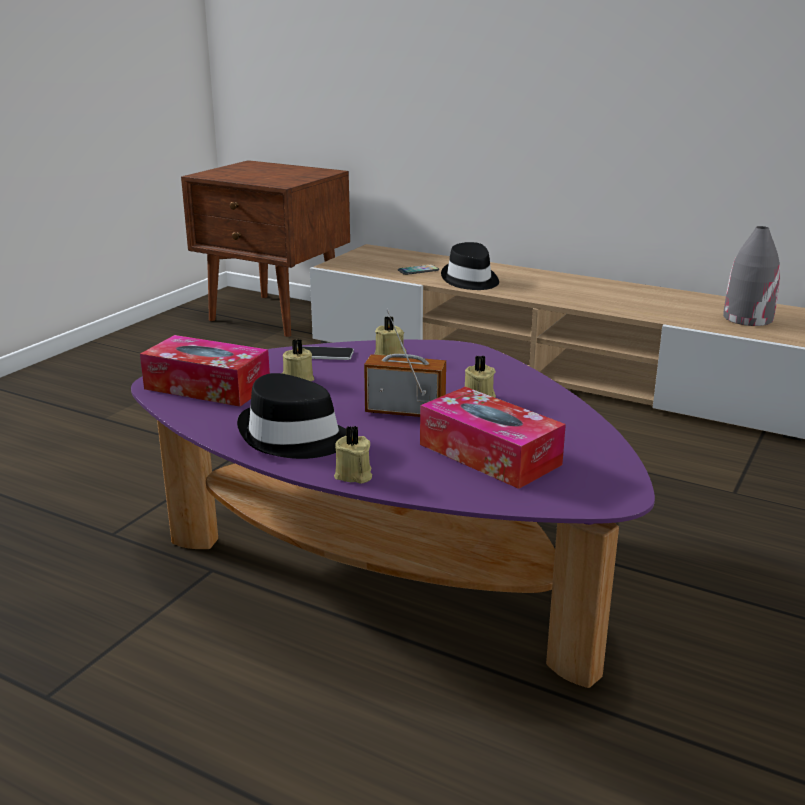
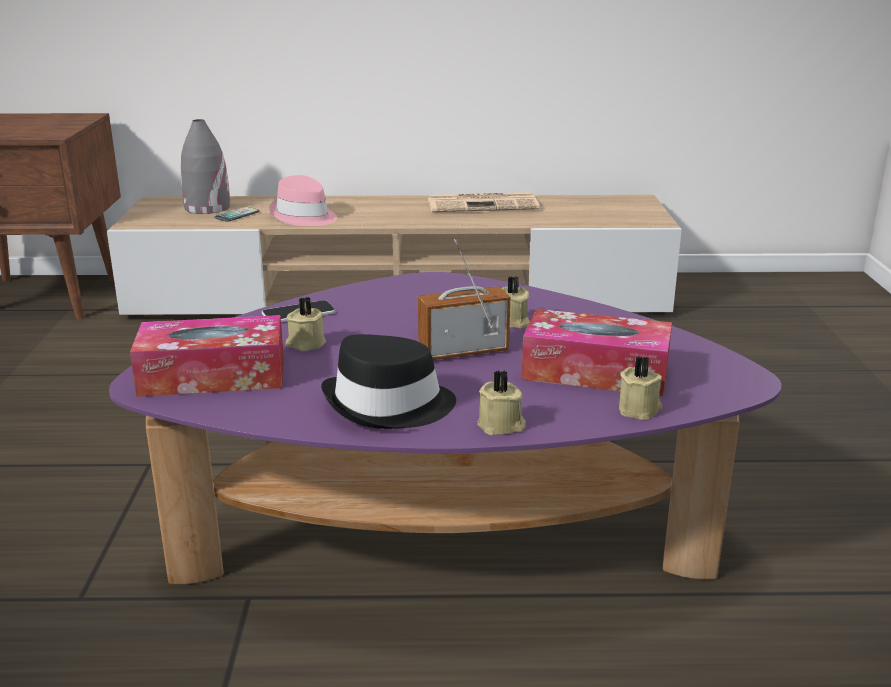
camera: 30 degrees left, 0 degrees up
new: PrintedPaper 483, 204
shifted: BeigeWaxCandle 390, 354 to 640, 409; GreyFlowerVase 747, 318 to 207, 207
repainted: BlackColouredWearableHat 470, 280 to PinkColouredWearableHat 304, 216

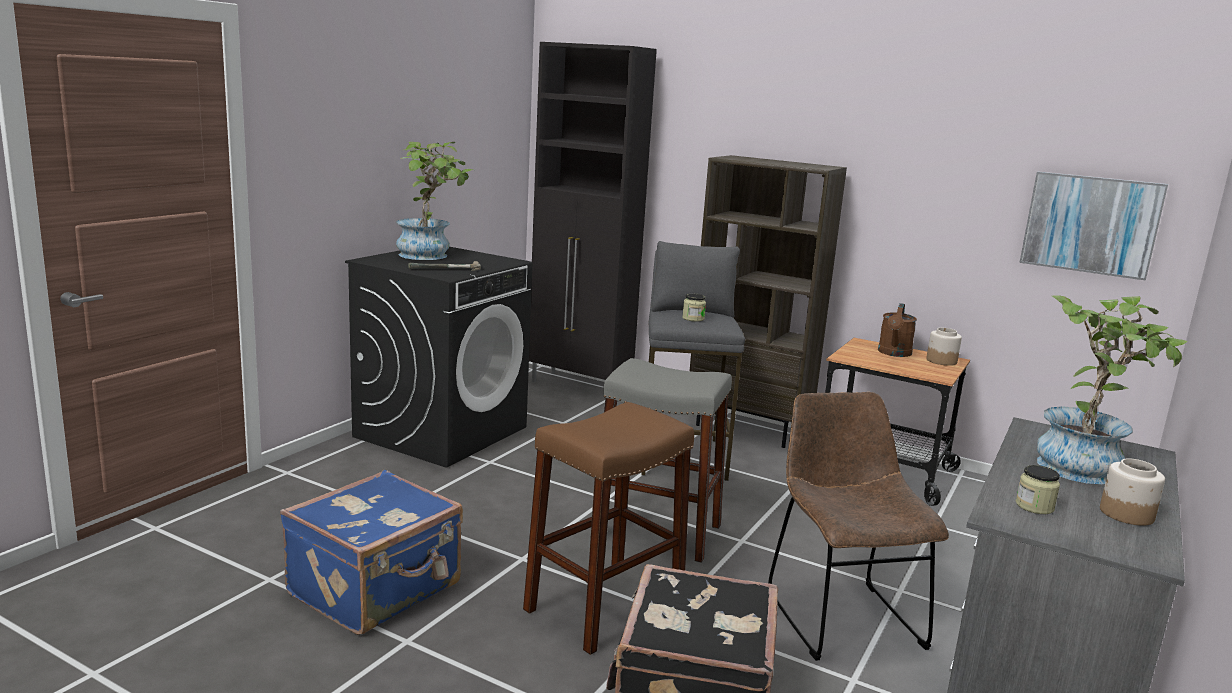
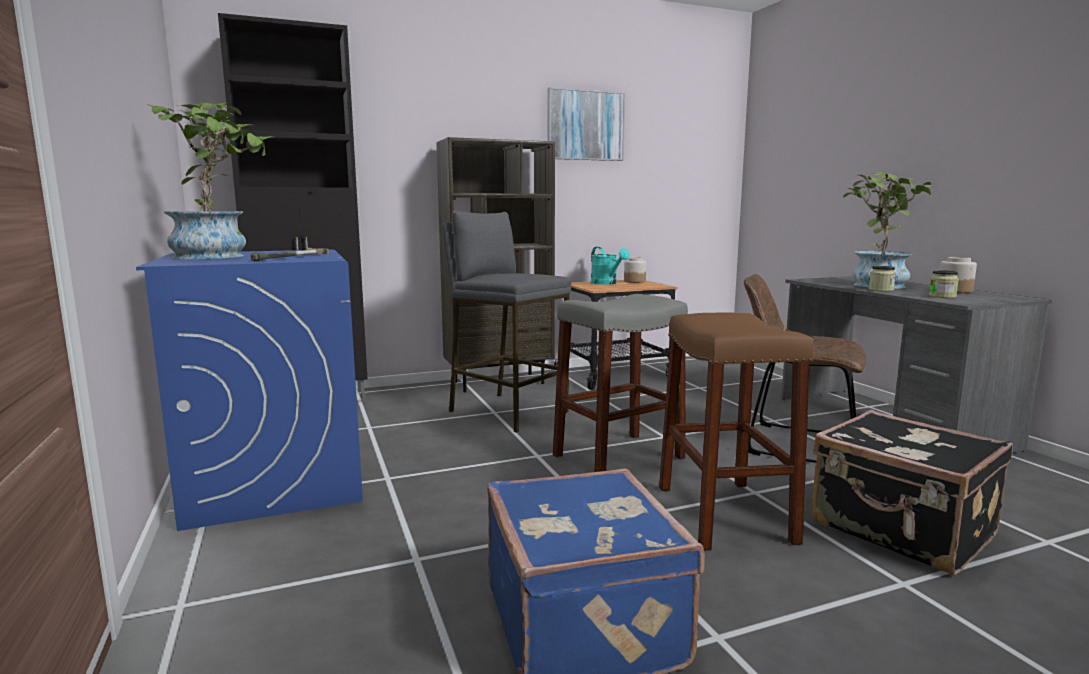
camera: 50 degrees left, 5 degrees down
shifted: PreserveJar 693, 318 to 881, 290; WallArt 1090, 224 to 585, 125
repainted: BlackColouredLaundryMachine 441, 431 to BlueLaundryMachine 275, 479; BrownishWateringCan 894, 353 to TurquoiseWateringCan 607, 283

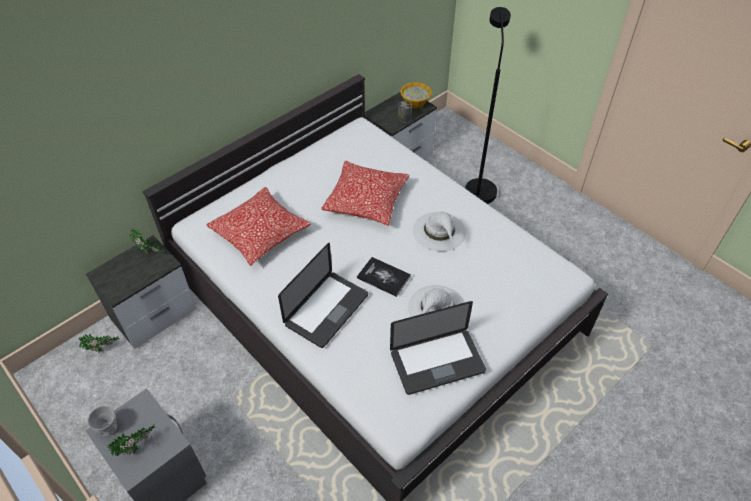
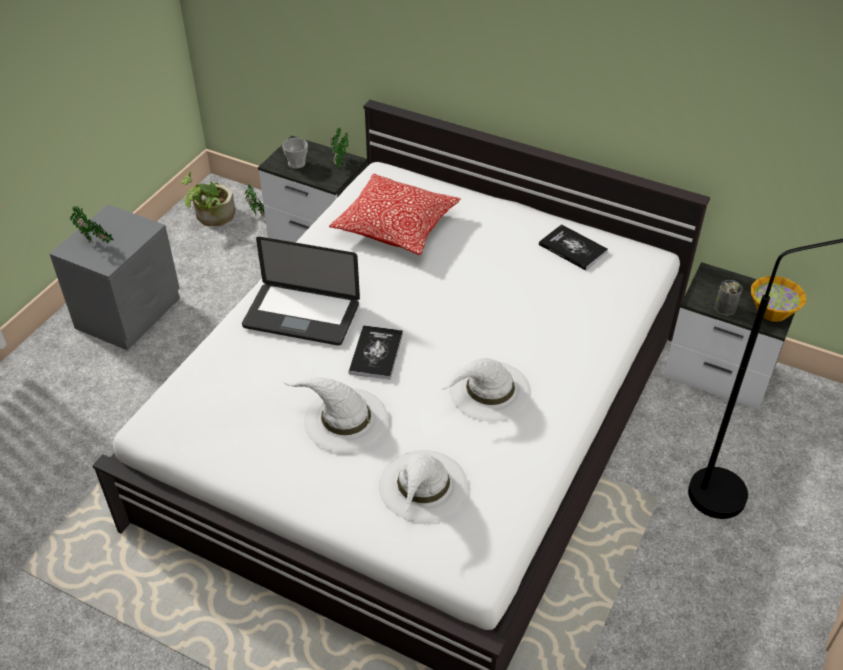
camera: 70 degrees right, 5 degrees down
gone: Cushion 366, 201; PortableComputer 437, 362
new: PottedPlant 211, 217; WhiteWearableHat 423, 487; Book 572, 248
shifted: Cup 108, 428 to 296, 163

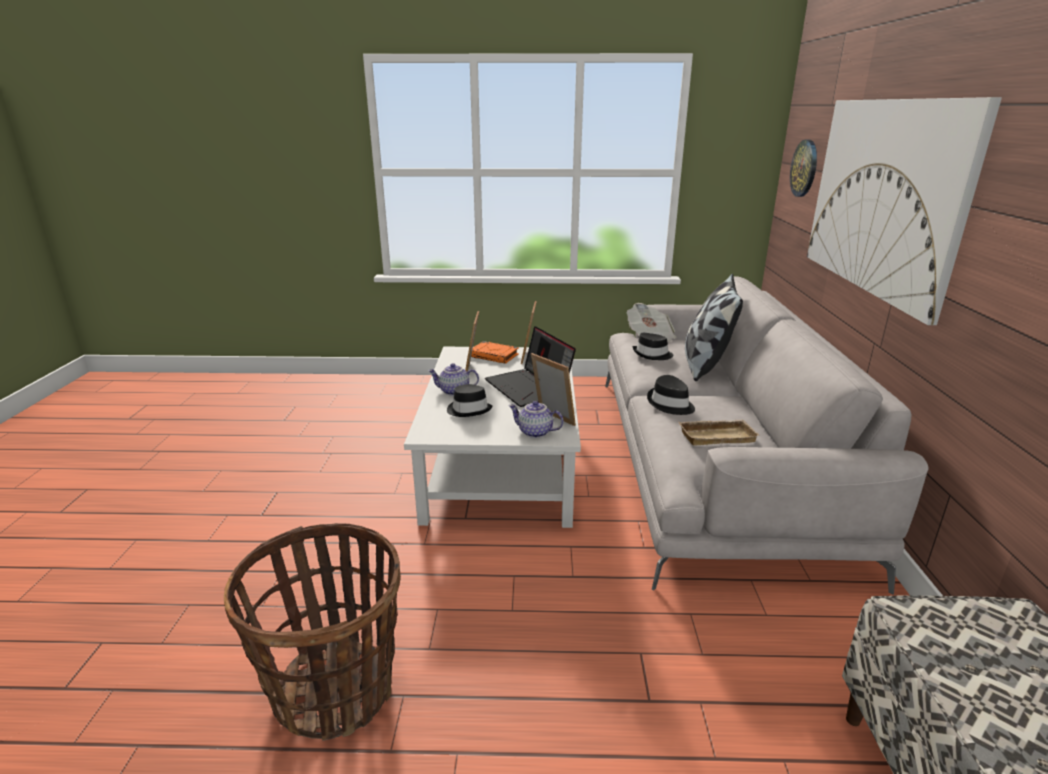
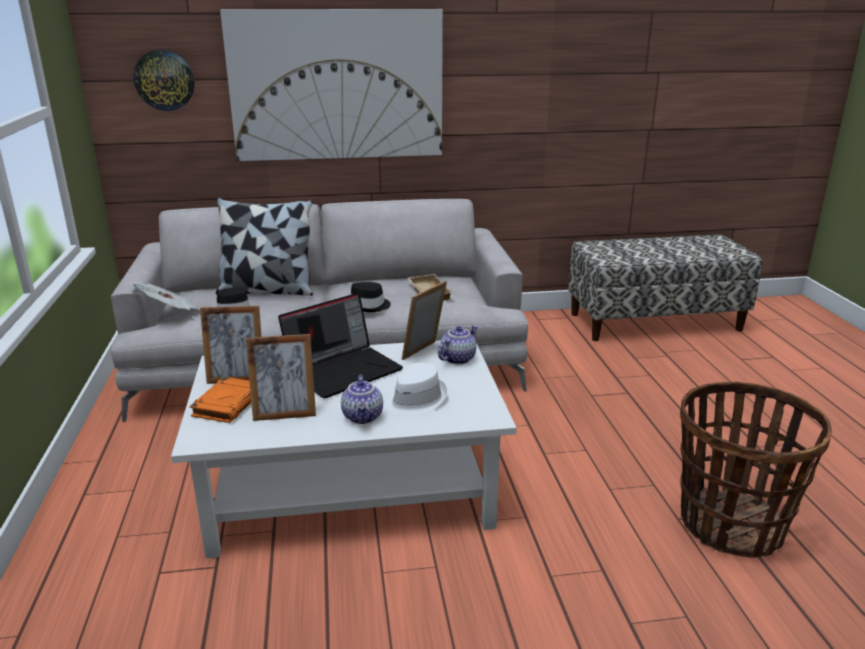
camera: 100 degrees left, 0 degrees up
repainted: BlackColouredWearableHat 469, 409 to WhiteWearableHat 415, 399
rotated: PotForTea 534, 432 = 457, 358 150 degrees counterclockwise

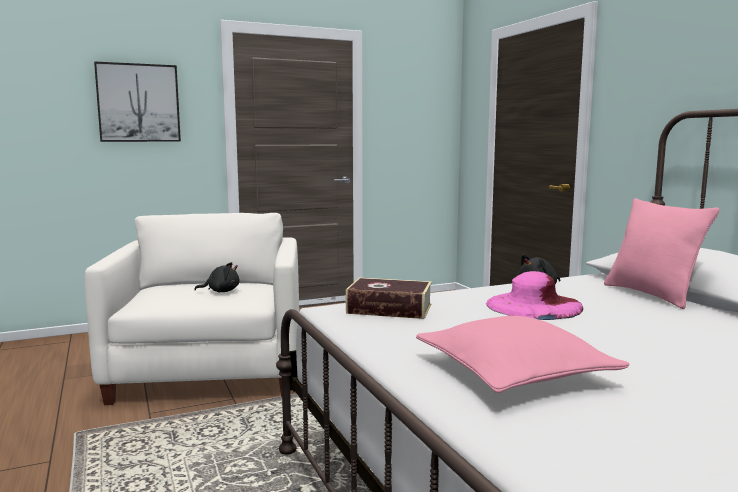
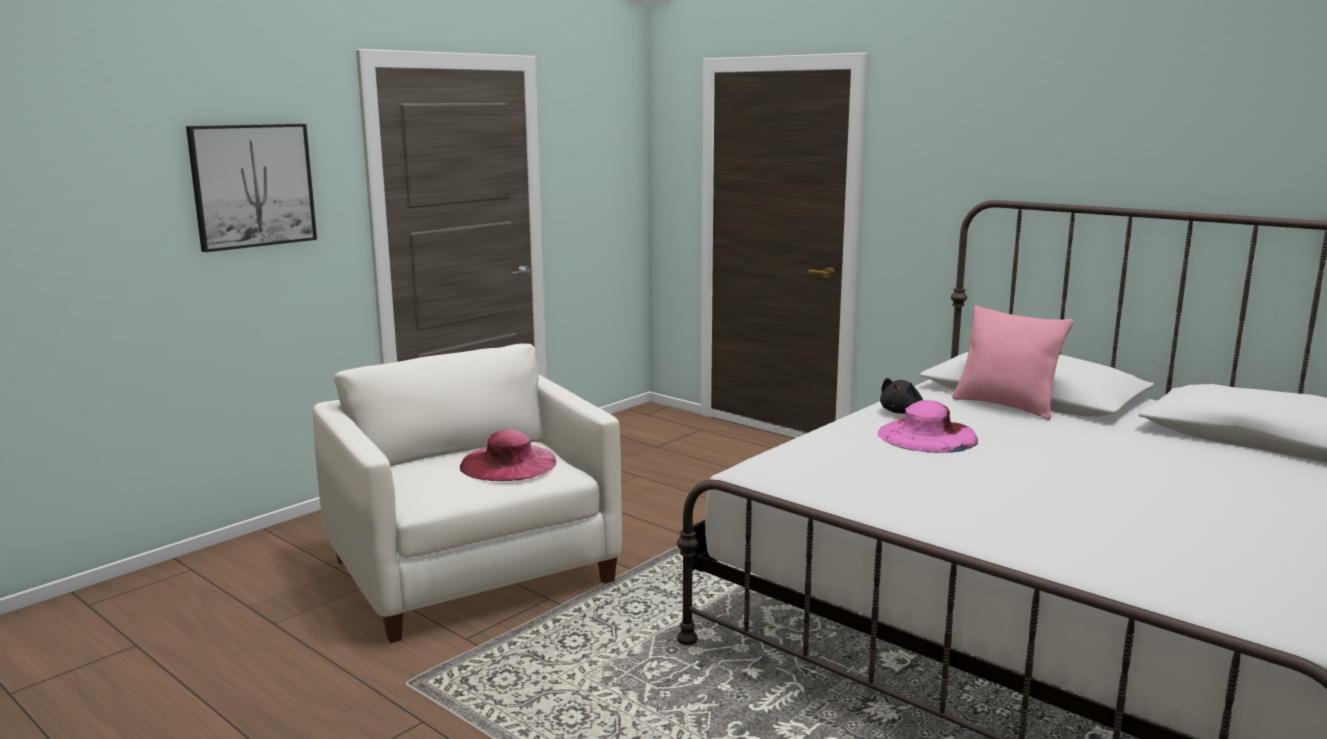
camera: 25 degrees left, 5 degrees up
gone: Book 389, 309; PinkColouredCushion 514, 372
swapped: BlackColouredSoftToy 221, 291 to PinkColouredWearableHat 508, 463

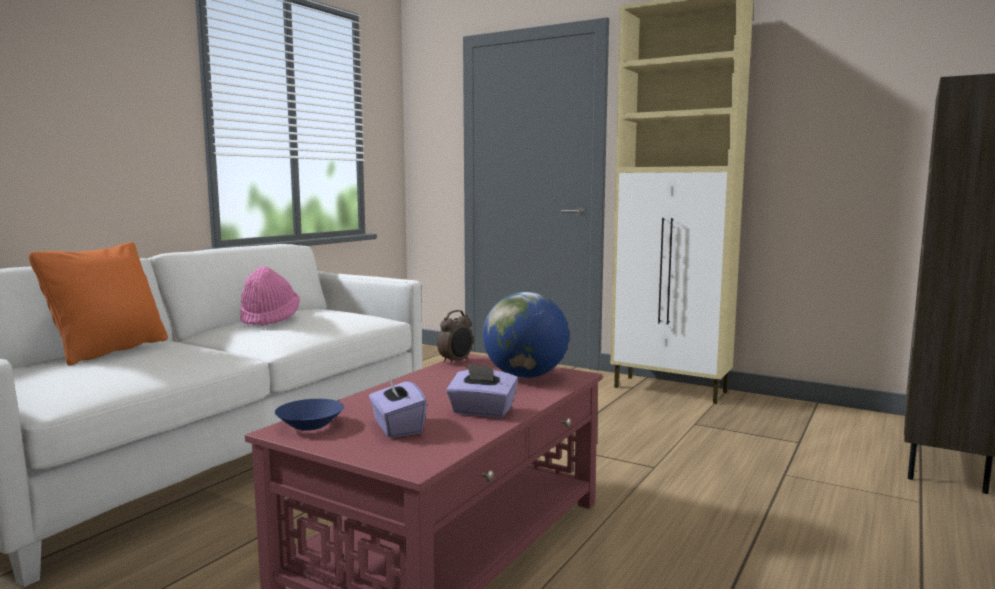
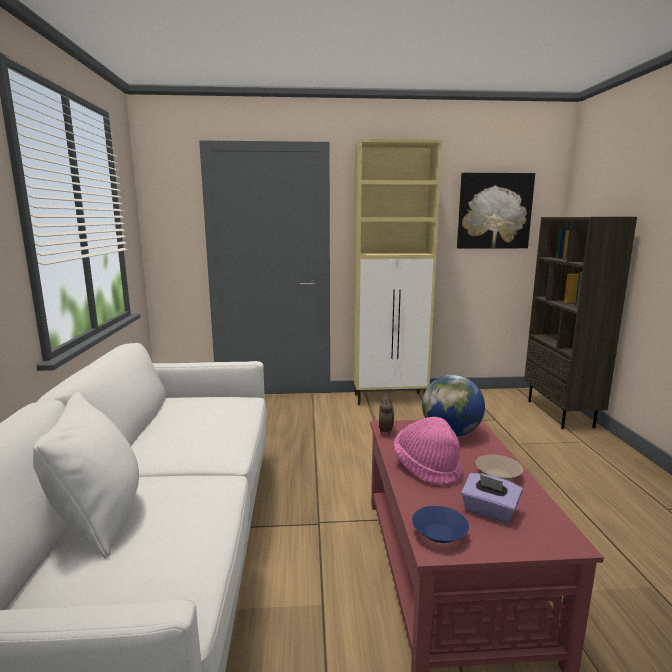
camera: 35 degrees left, 5 degrees up
new: WallArt 494, 211
shifted: PinkColouredWearableHat 270, 319 to 426, 468
swapped: PurpleTissueHolder 482, 411 to BeigeBowl 498, 476
repainted: OrangeyCushion 110, 351 to WhiteCushion 100, 519

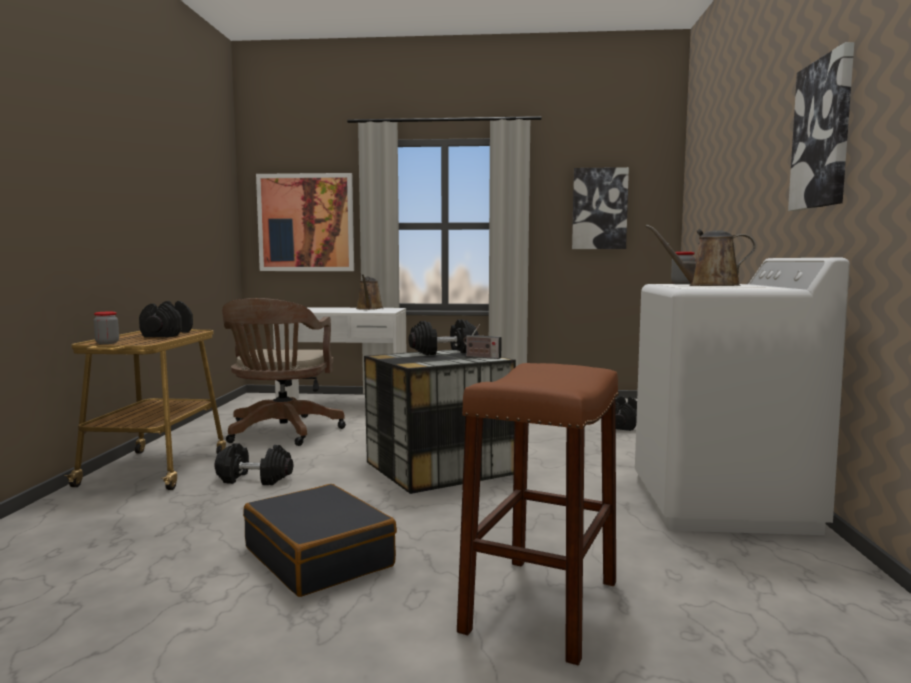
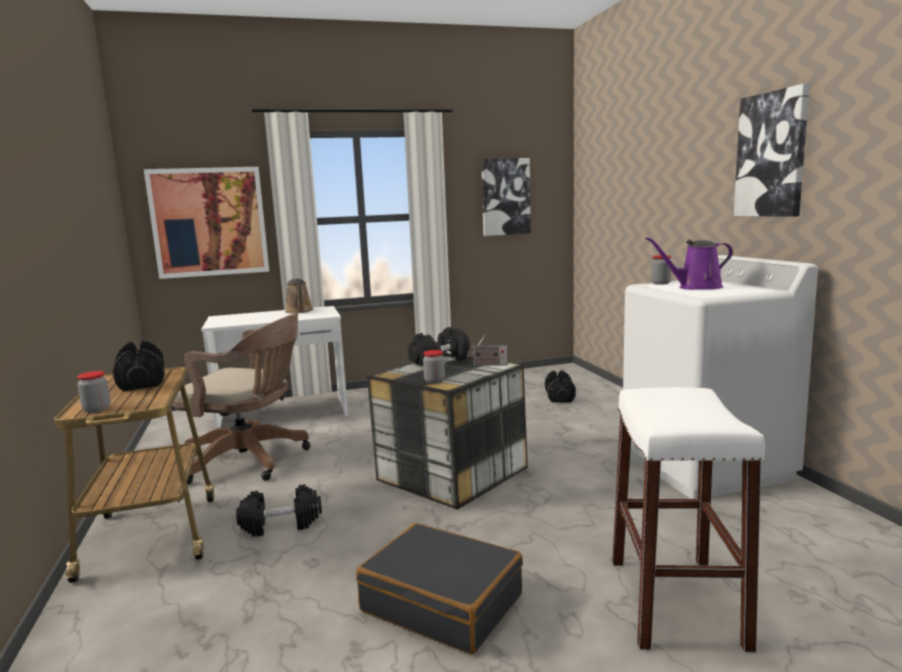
camera: 20 degrees left, 5 degrees up
new: PreserveJar 434, 381
repainted: BrownishSittingStool 541, 606 to WhiteSittingStool 675, 602; BrownishWateringCan 707, 286 to PurpleWateringCan 696, 287
rotated: BrownishDeskChair 281, 433 = 251, 460 60 degrees counterclockwise

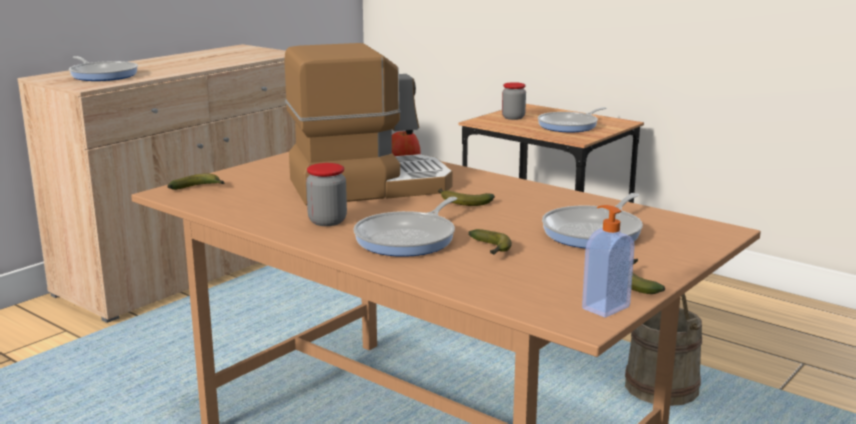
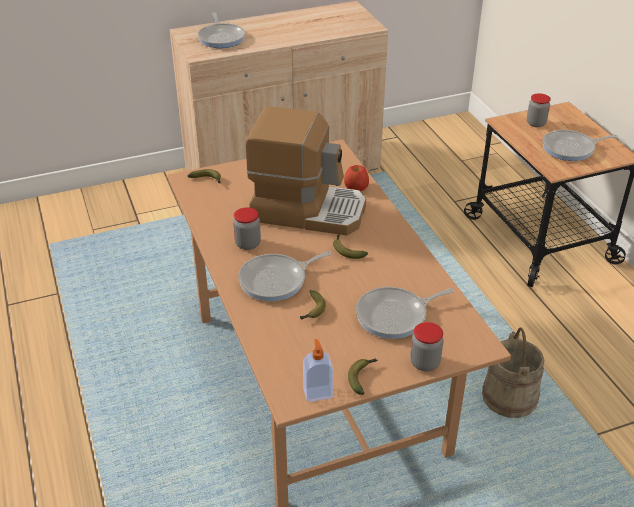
camera: 30 degrees right, 20 degrees up
new: PreserveJar 424, 363

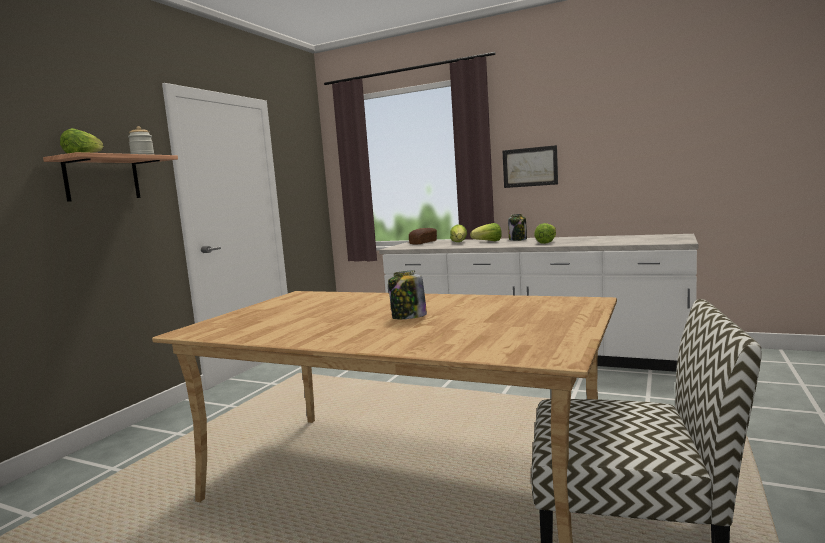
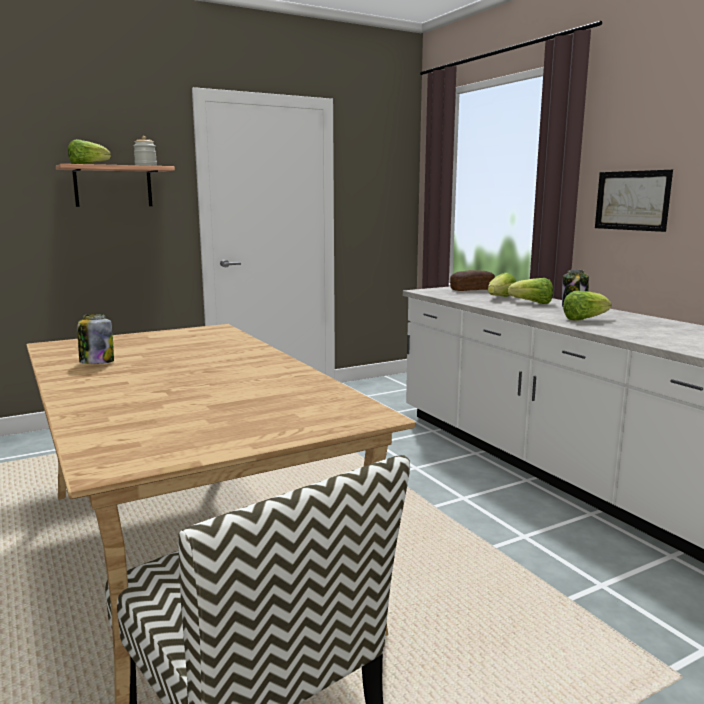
camera: 35 degrees right, 5 degrees up
shifted: PreserveJar 408, 317 to 96, 362

